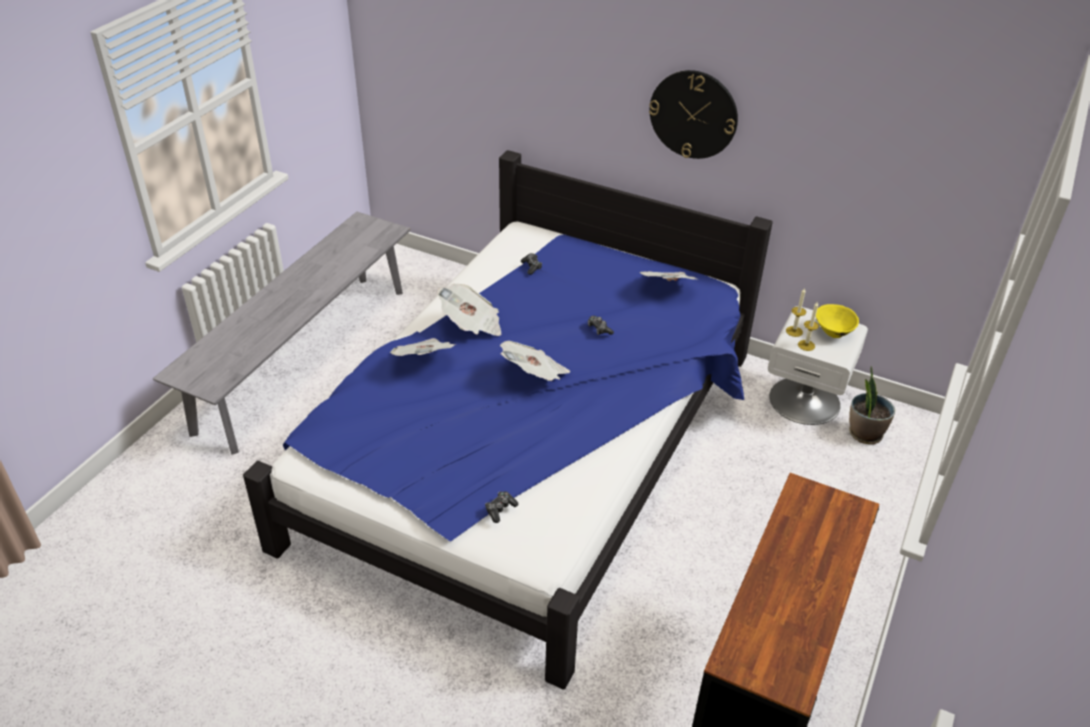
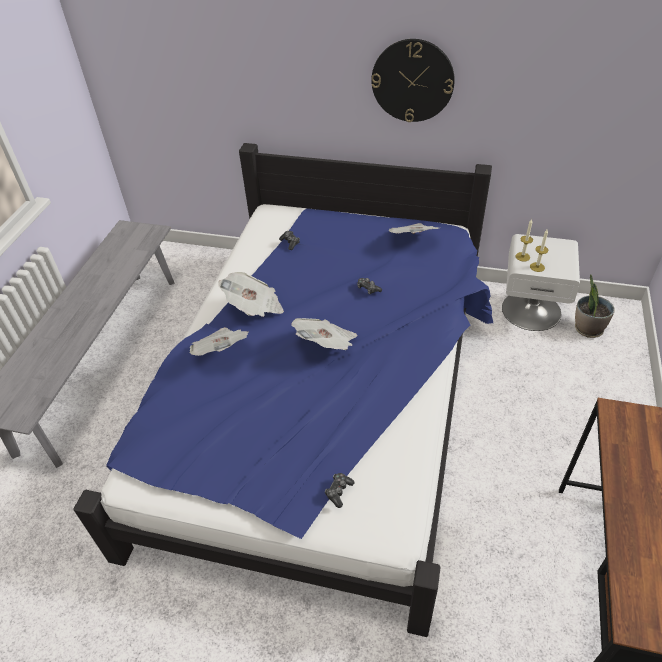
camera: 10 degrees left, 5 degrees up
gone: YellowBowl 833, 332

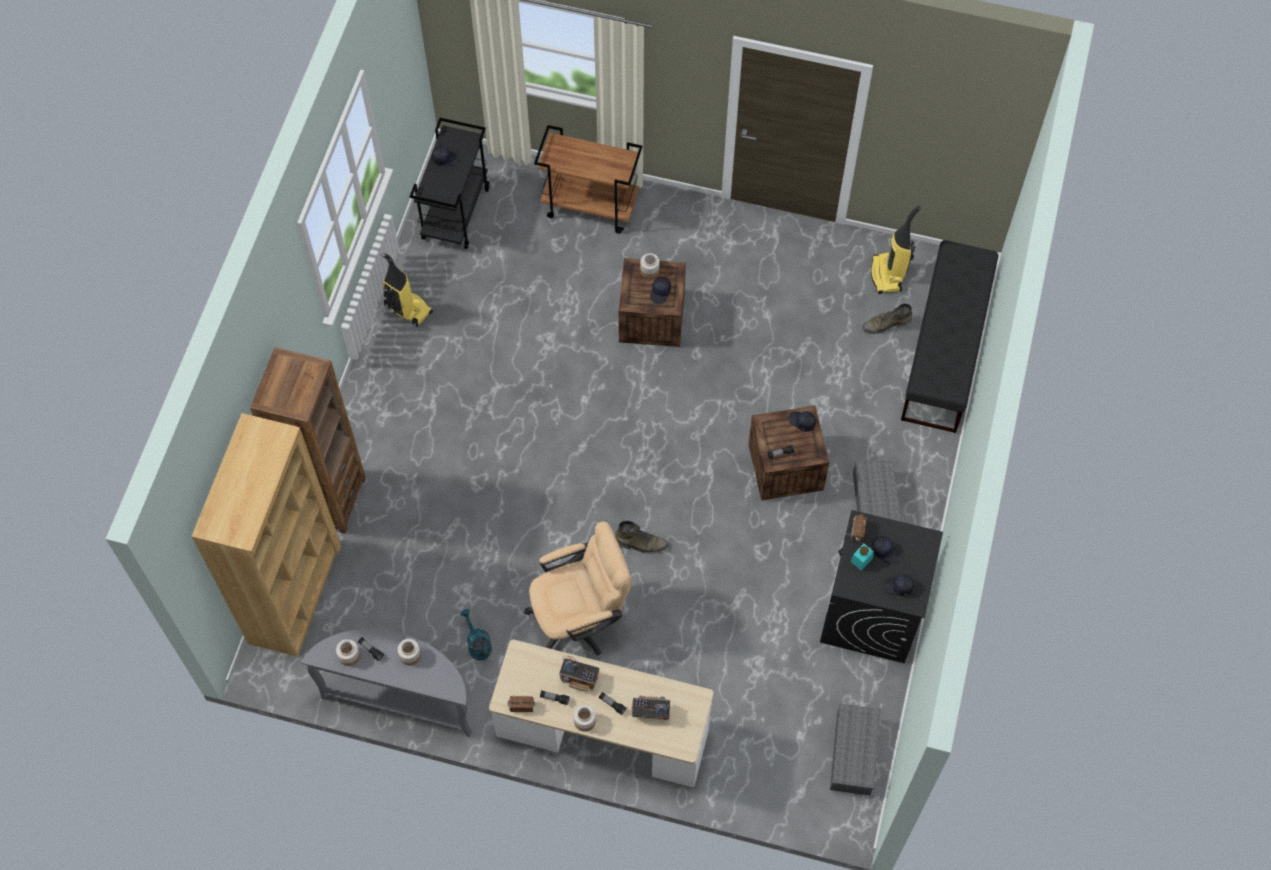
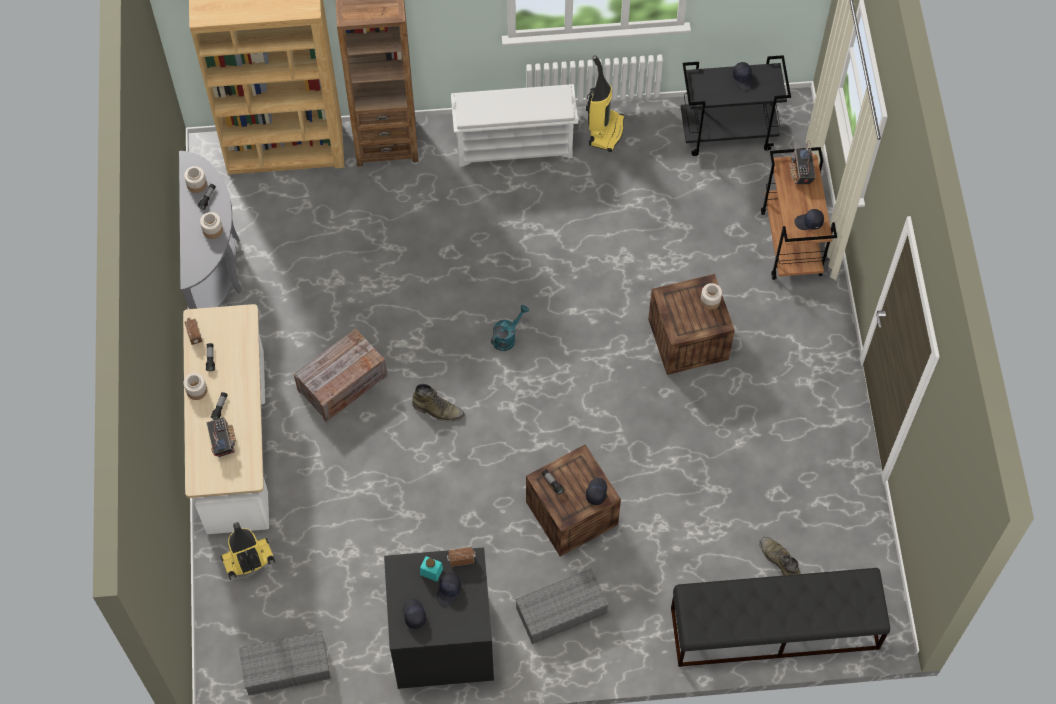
camera: 70 degrees right, 0 degrees up
new: WhiteShoeShelf 515, 145
shifted: TurquoiseWateringCan 477, 644 to 507, 337; RadioReceiver 580, 679 to 801, 173; BlackColouredPeakedCap 660, 292 to 809, 222; Vacuum 888, 275 to 248, 561
swapped: BeigeDeskChair 580, 618 to PackingCrate 342, 383
rotated: GreenishBoot 641, 543 = 438, 410 60 degrees counterclockwise

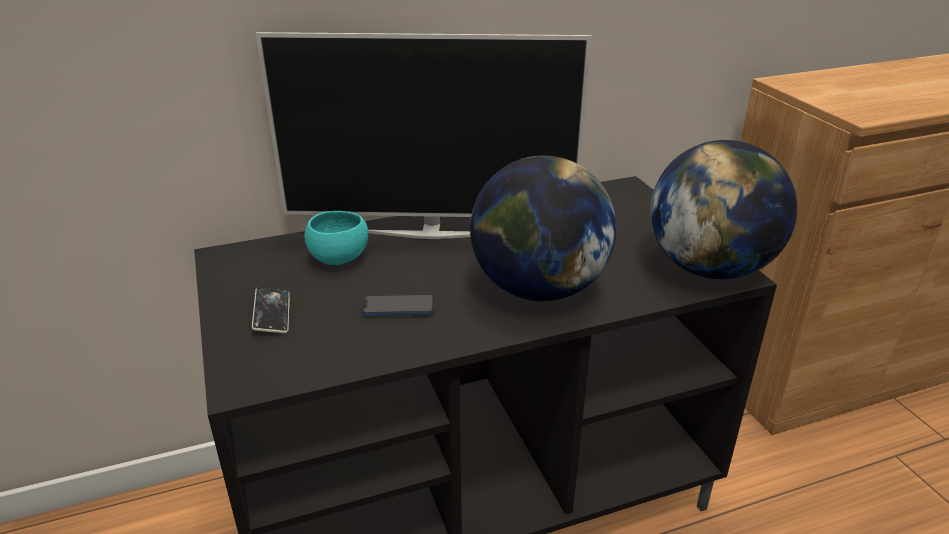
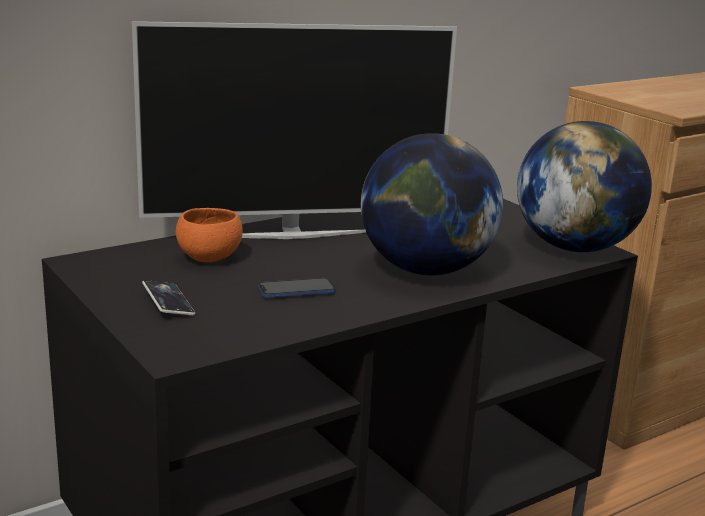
camera: 15 degrees left, 10 degrees down
repainted: TurquoiseBowl 339, 259 to OrangeyBowl 209, 258

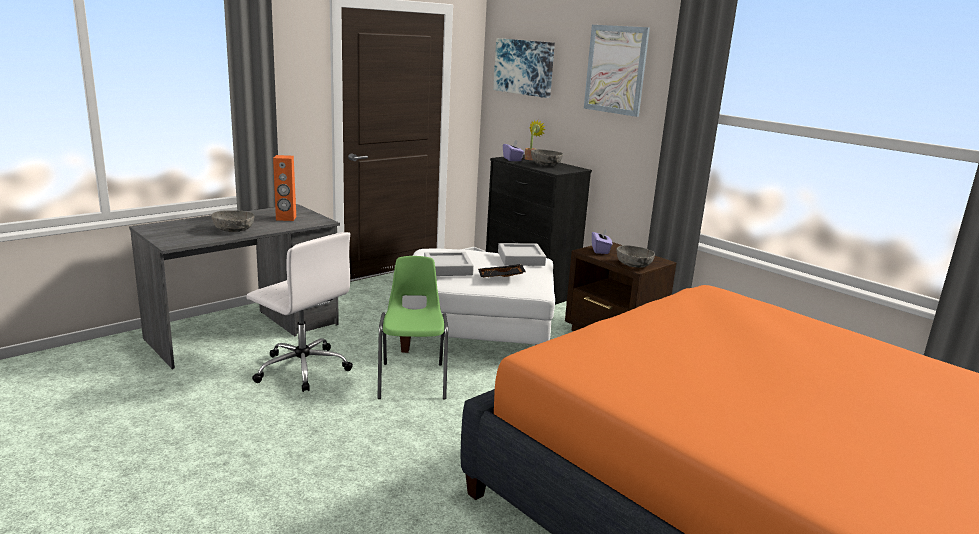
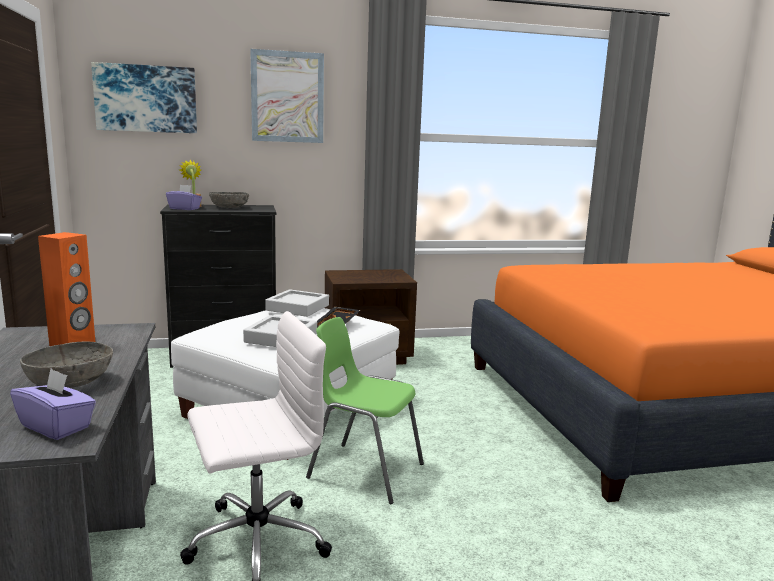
camera: 60 degrees left, 5 degrees down
gone: GreyBowl 634, 265
shifted: PurpleTissueHolder 600, 250 to 56, 426

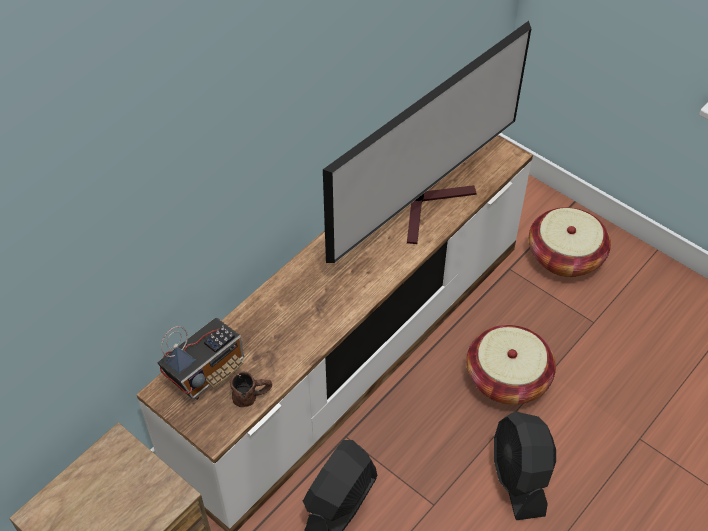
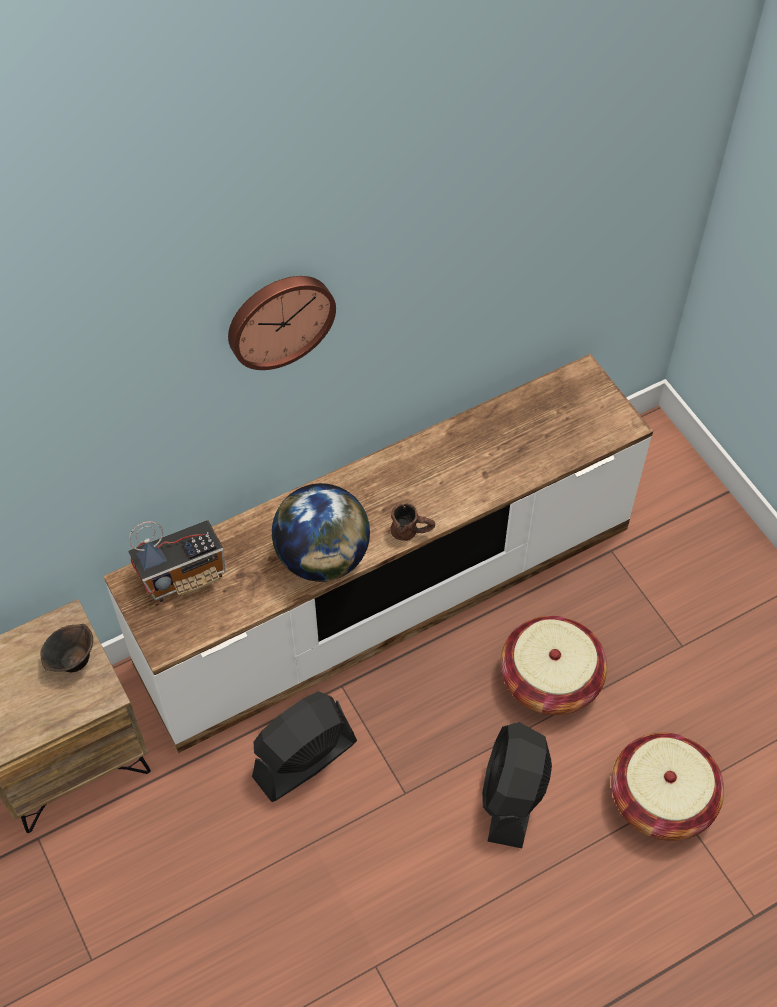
camera: 20 degrees right, 5 degrees up
gone: Tv 431, 205
new: BrownishBowl 71, 660; ClockOnTheWall 279, 319; Globe 322, 557
shifted: BrownishTeaMug 252, 396 to 412, 532; StorageBasket 565, 256 to 661, 798

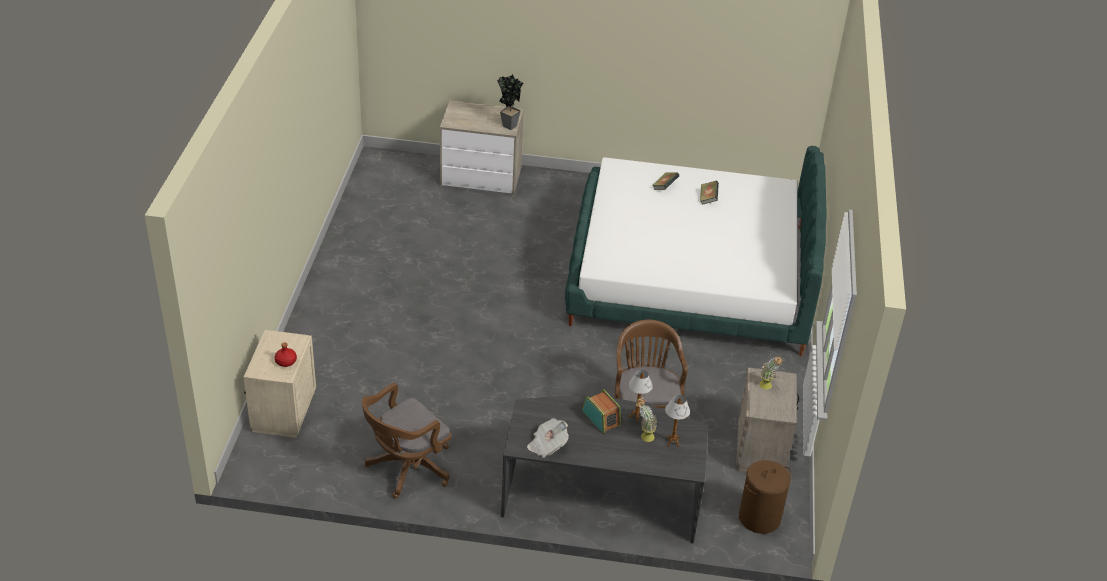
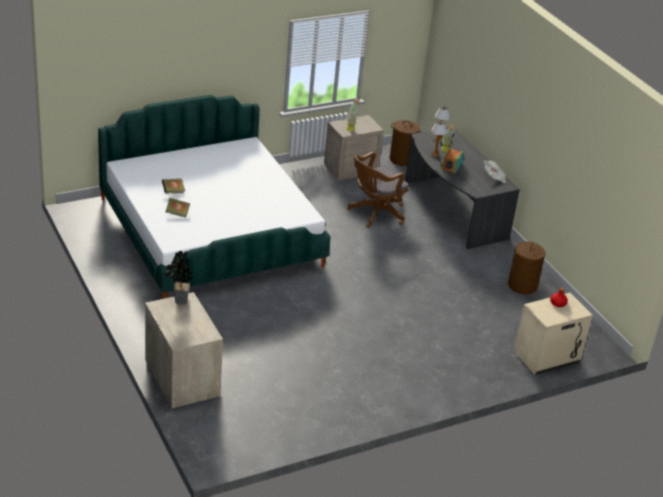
camera: 125 degrees left, 5 degrees down
swapped: BrownishDeskChair 406, 469 to BrownishHamper 522, 286

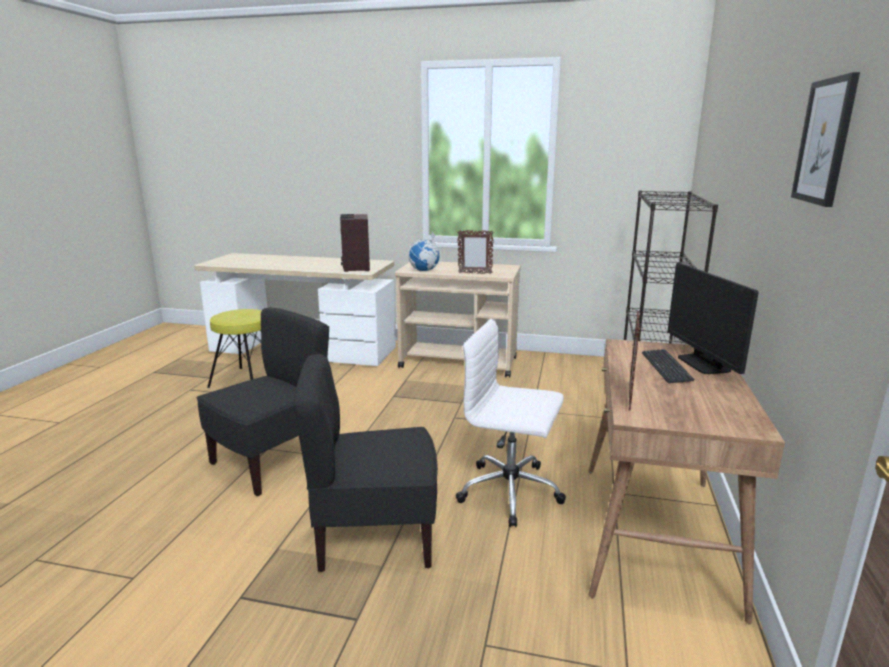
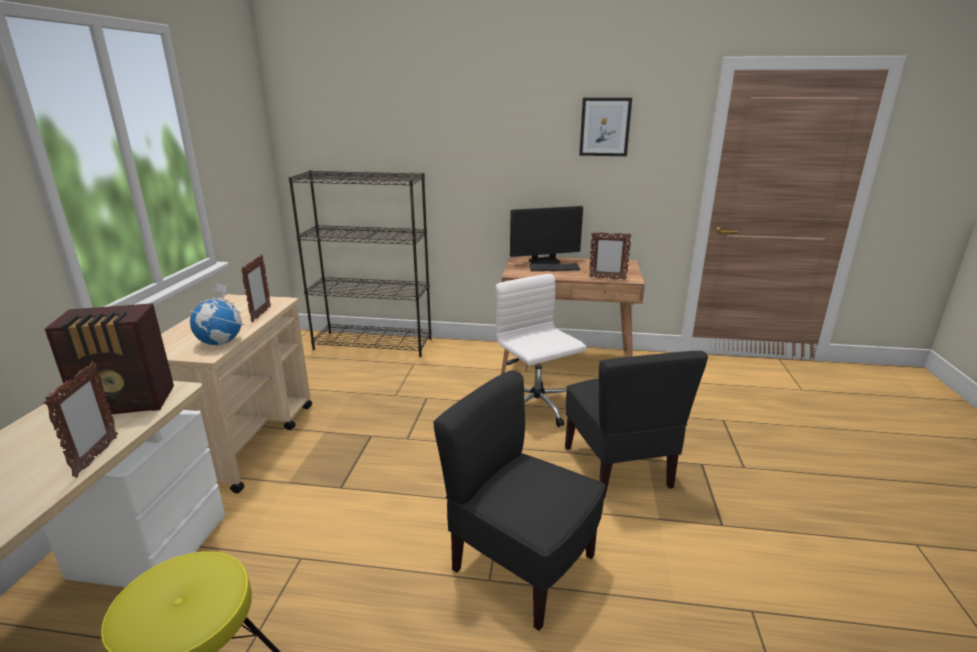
camera: 95 degrees left, 5 degrees up
new: PictureFrame 96, 457
rotated: WhiteDeskChair 511, 492 = 537, 407 135 degrees clockwise

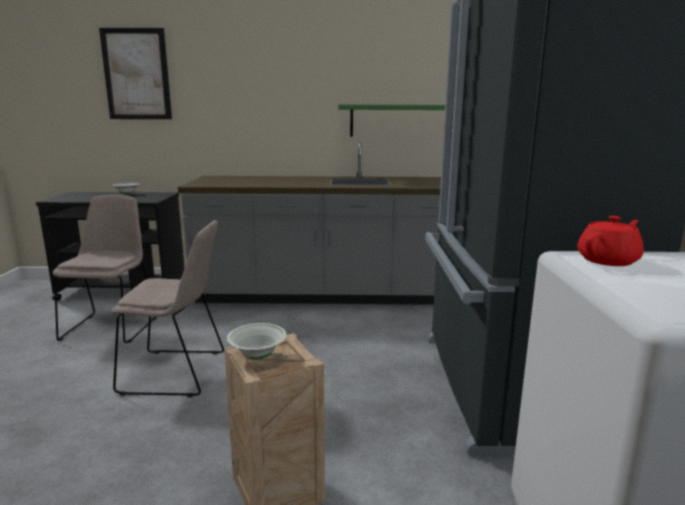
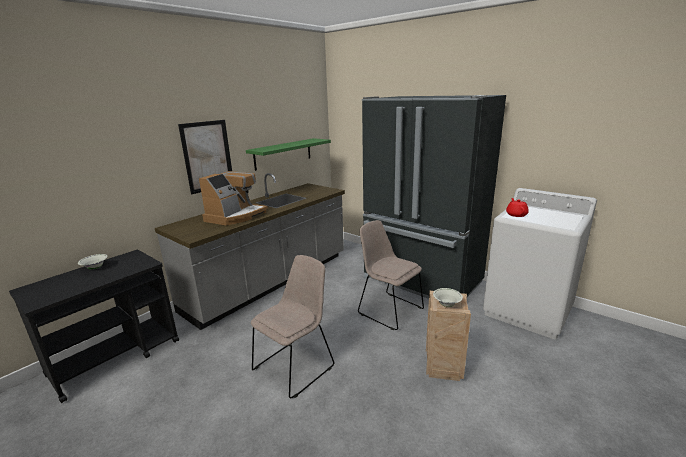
camera: 50 degrees left, 5 degrees up
new: CoffeeMaker 236, 216
shifted: BeigePlainChair 112, 327 to 388, 310; WallArt 136, 74 to 207, 156

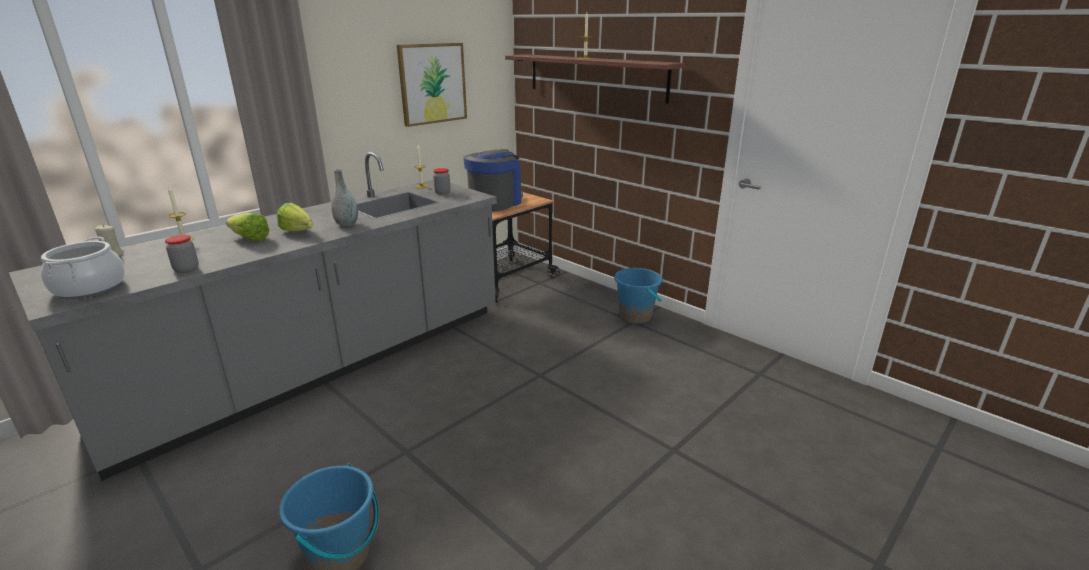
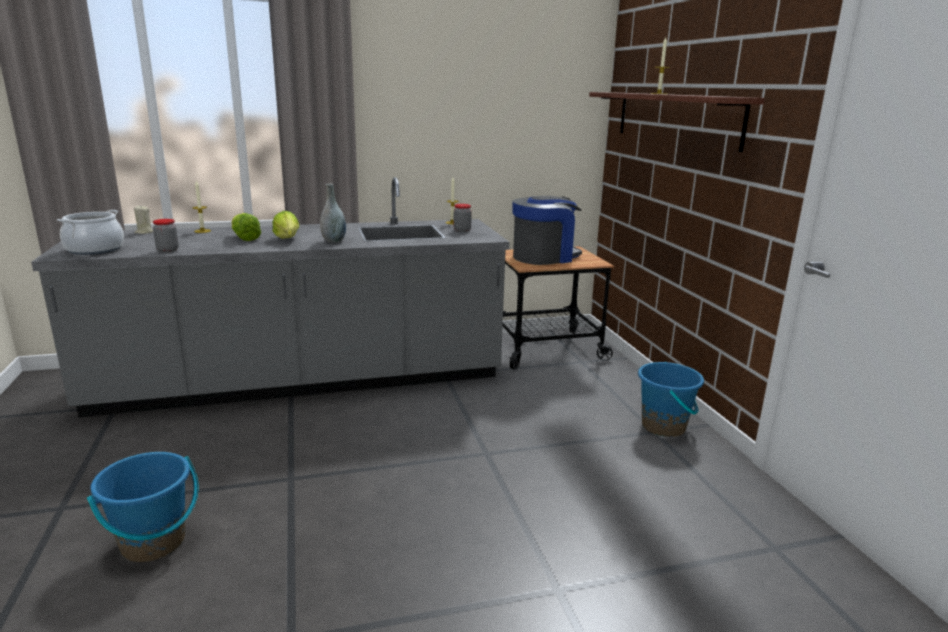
camera: 30 degrees right, 5 degrees down
gone: WallArt 432, 83

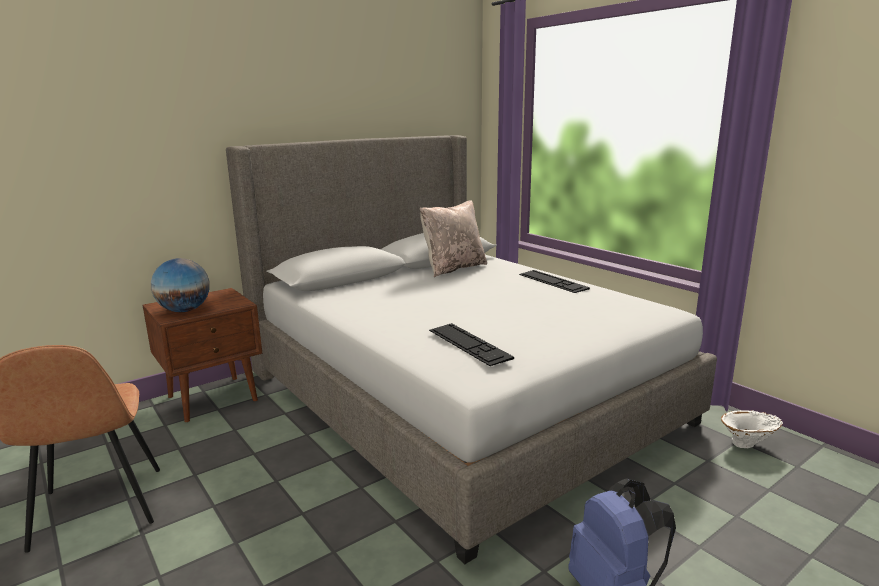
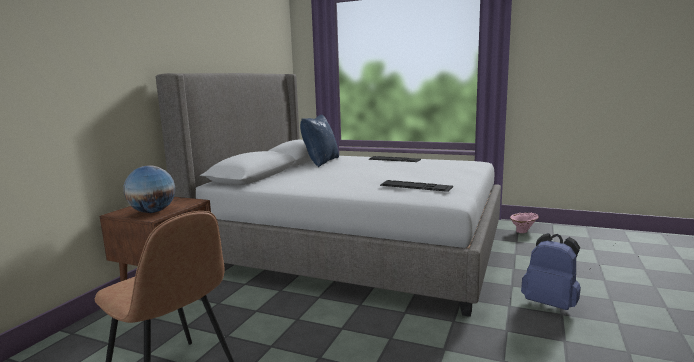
camera: 30 degrees left, 5 degrees down
repainted: BeigeCushion 453, 268 to BlueCushion 320, 162; WhiteFlowerVase 748, 445 to PinkColouredFlowerVase 524, 231

